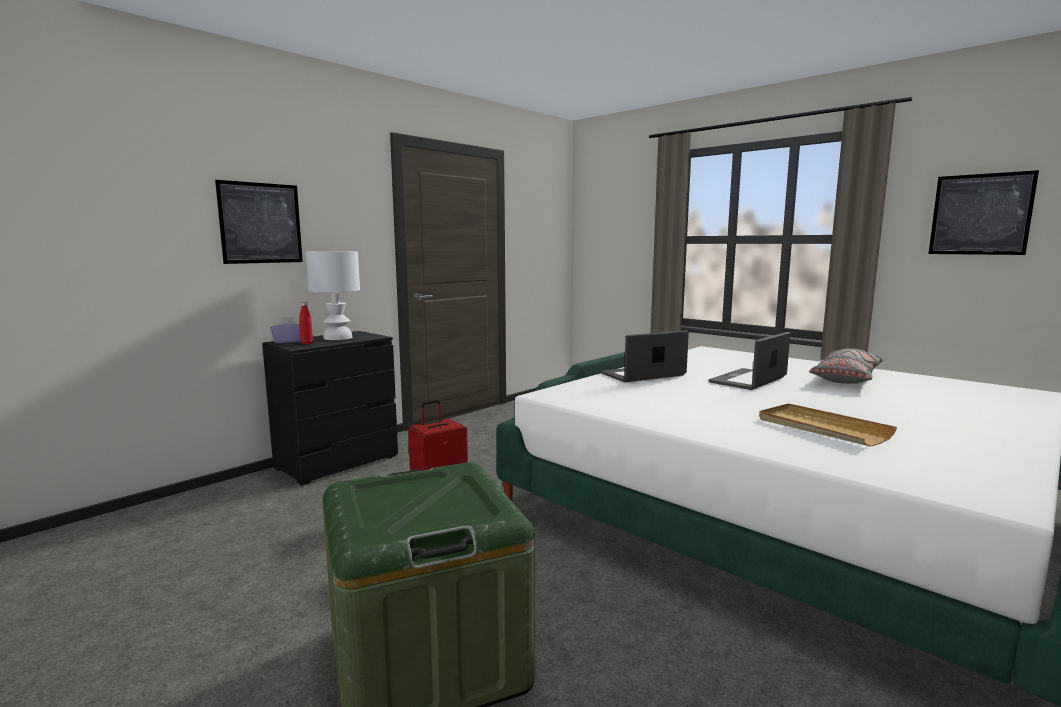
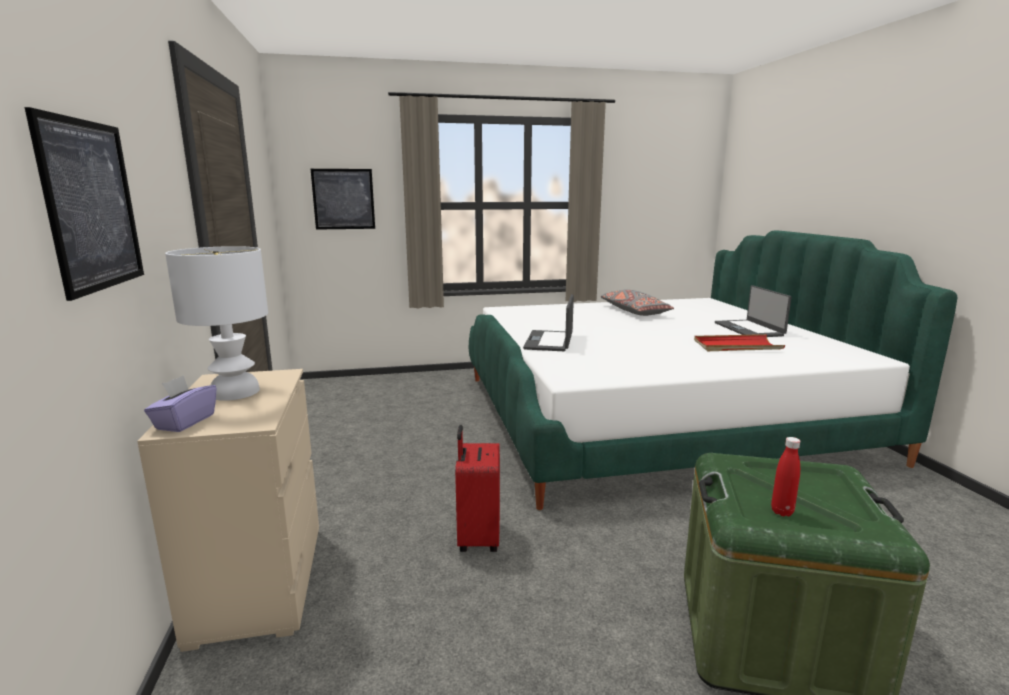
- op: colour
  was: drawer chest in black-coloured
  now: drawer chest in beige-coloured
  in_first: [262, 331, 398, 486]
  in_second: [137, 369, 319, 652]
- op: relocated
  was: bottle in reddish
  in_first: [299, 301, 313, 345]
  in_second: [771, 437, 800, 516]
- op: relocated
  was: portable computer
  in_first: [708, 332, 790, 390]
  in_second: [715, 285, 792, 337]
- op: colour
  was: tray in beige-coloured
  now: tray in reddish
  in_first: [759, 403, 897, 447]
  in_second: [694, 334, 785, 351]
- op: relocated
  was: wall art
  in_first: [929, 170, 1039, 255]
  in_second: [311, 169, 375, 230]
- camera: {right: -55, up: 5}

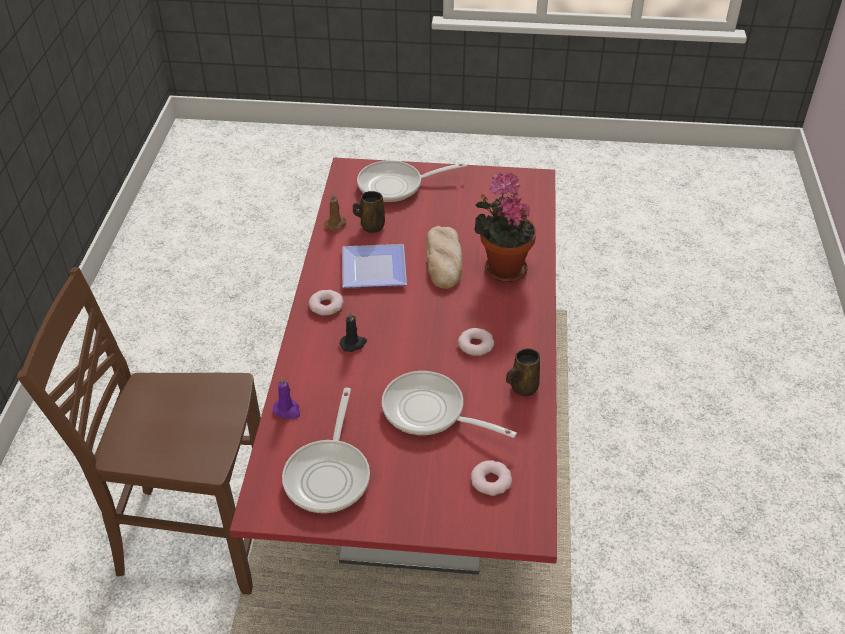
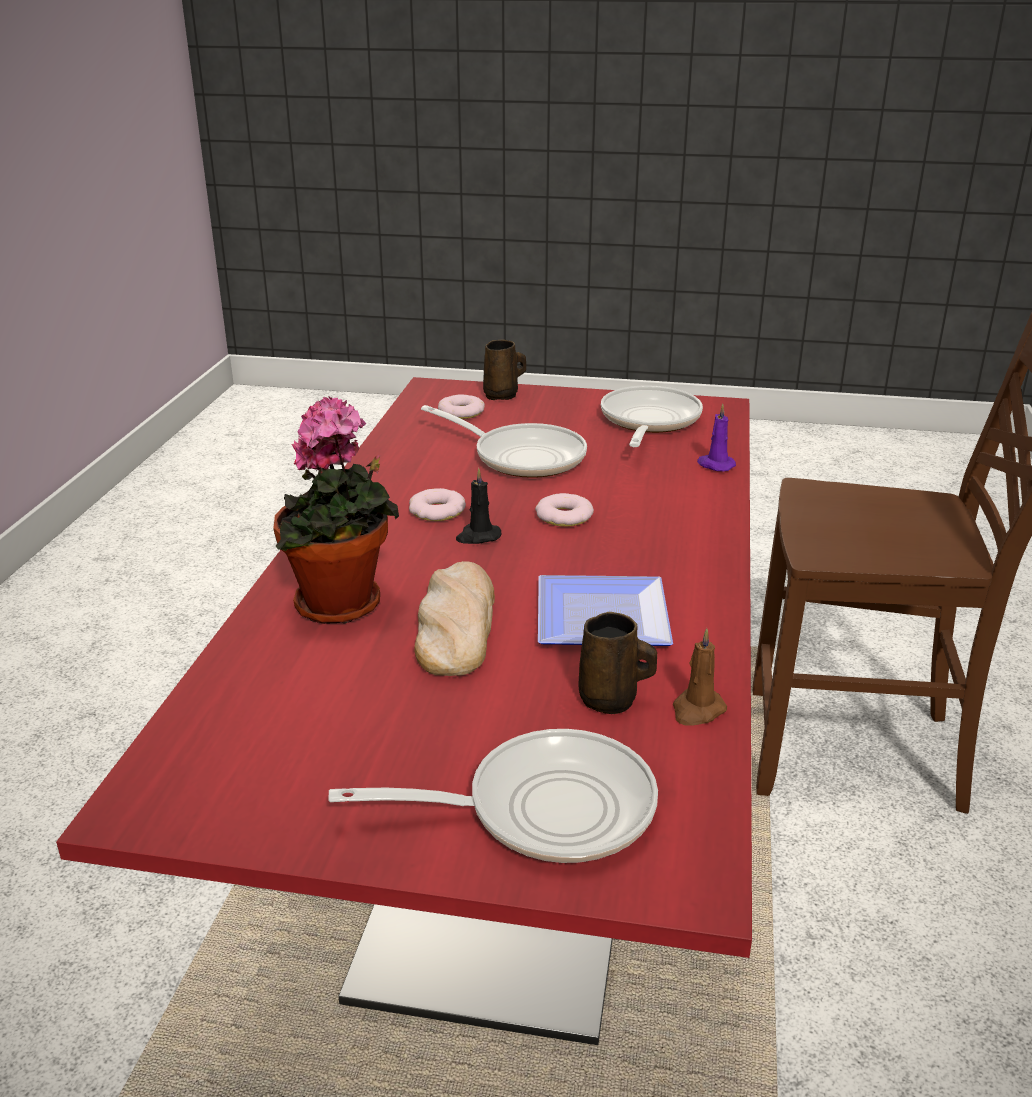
- op: relocated
  was: doughnut
  in_first: [309, 290, 344, 316]
  in_second: [535, 493, 594, 527]
- op: relocated
  was: candle in black-coloured
  in_first: [339, 311, 367, 352]
  in_second: [456, 468, 502, 544]
- op: relocated
  was: coffee mug in brown-coloured
  in_first: [506, 348, 540, 396]
  in_second: [483, 340, 526, 400]
- camera: {right: -175, up: -15}

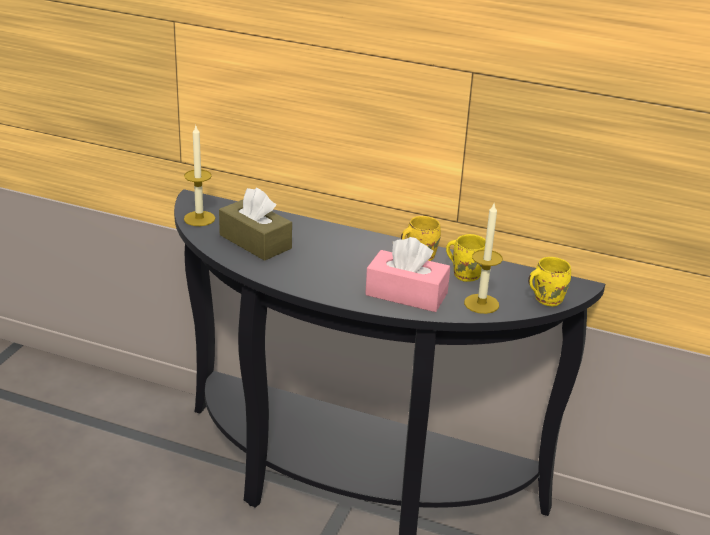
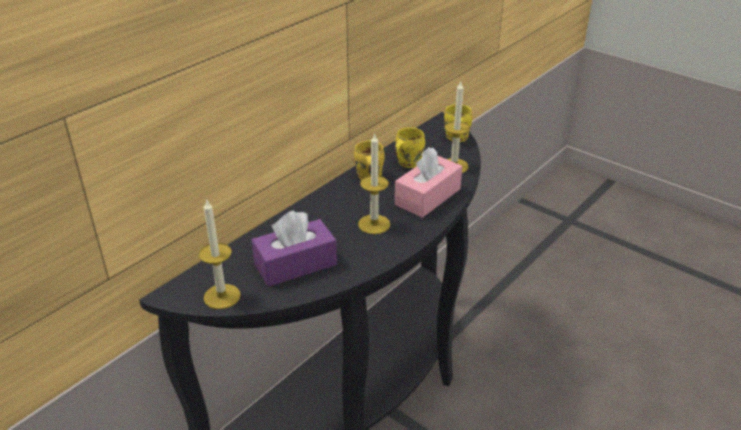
- op: colour
  was: tissue box in brown-coloured
  now: tissue box in purplish
  in_first: [219, 188, 292, 261]
  in_second: [252, 211, 337, 287]
- op: appeared
  now: candle
  in_second: [358, 132, 390, 234]
- camera: {right: -70, up: 5}

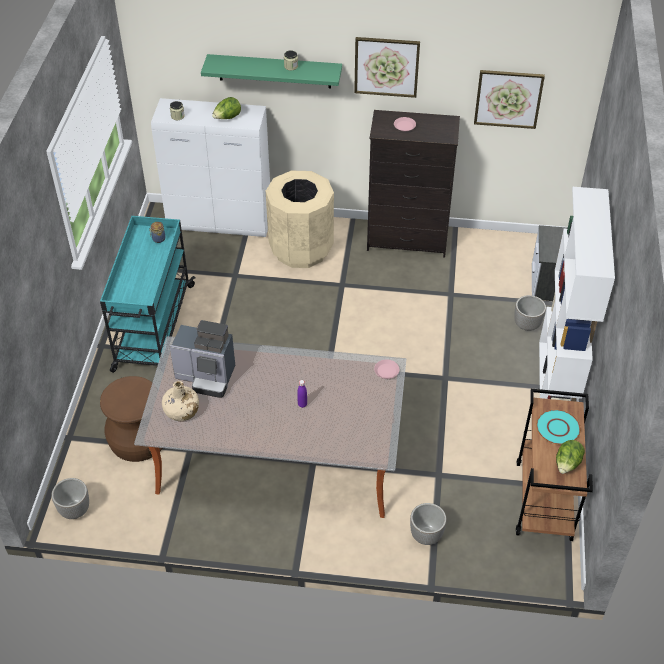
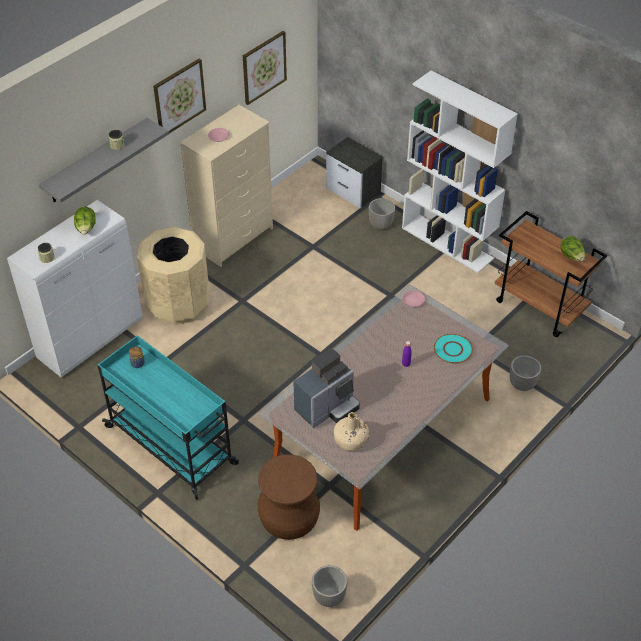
- op: colour
  was: bracket shelf in green
  now: bracket shelf in greyish
  in_first: [201, 54, 342, 88]
  in_second: [39, 118, 169, 203]
- op: colour
  was: drawer chest in black-coloured
  now: drawer chest in beige-coloured
  in_first: [367, 110, 460, 258]
  in_second: [180, 105, 273, 267]
- op: relocated
  was: dinner plate in turquoise
  in_first: [536, 410, 581, 445]
  in_second: [434, 334, 473, 363]
- camera: {right: -55, up: 0}

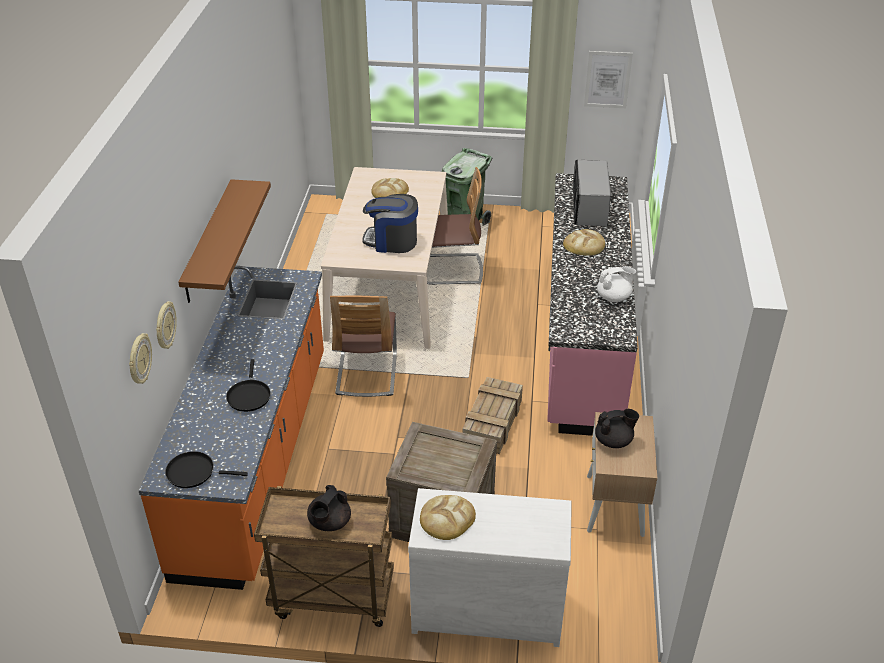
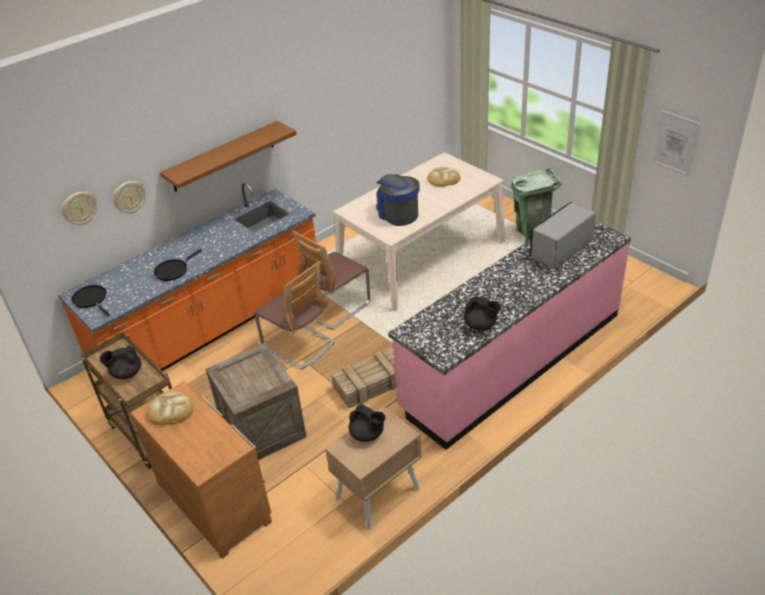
- op: colour
  was: drawer chest in white-coloured
  now: drawer chest in brown-coloured
  in_first: [408, 488, 572, 647]
  in_second: [130, 381, 272, 559]
- op: relocated
  was: chair
  in_first: [427, 167, 483, 285]
  in_second: [254, 261, 335, 370]
- op: missing
  was: baked bread
  in_first: [563, 229, 605, 256]
- op: colour
  was: teapot in white-coloured
  now: teapot in black-coloured
  in_first: [597, 266, 636, 302]
  in_second: [464, 296, 501, 330]
- camera: {right: 45, up: 0}

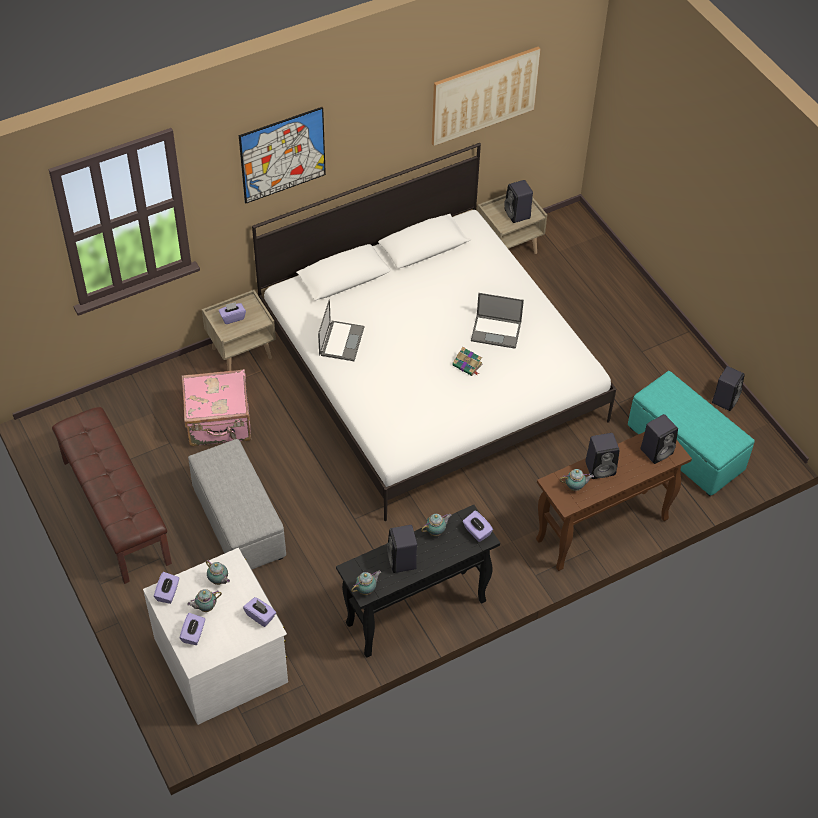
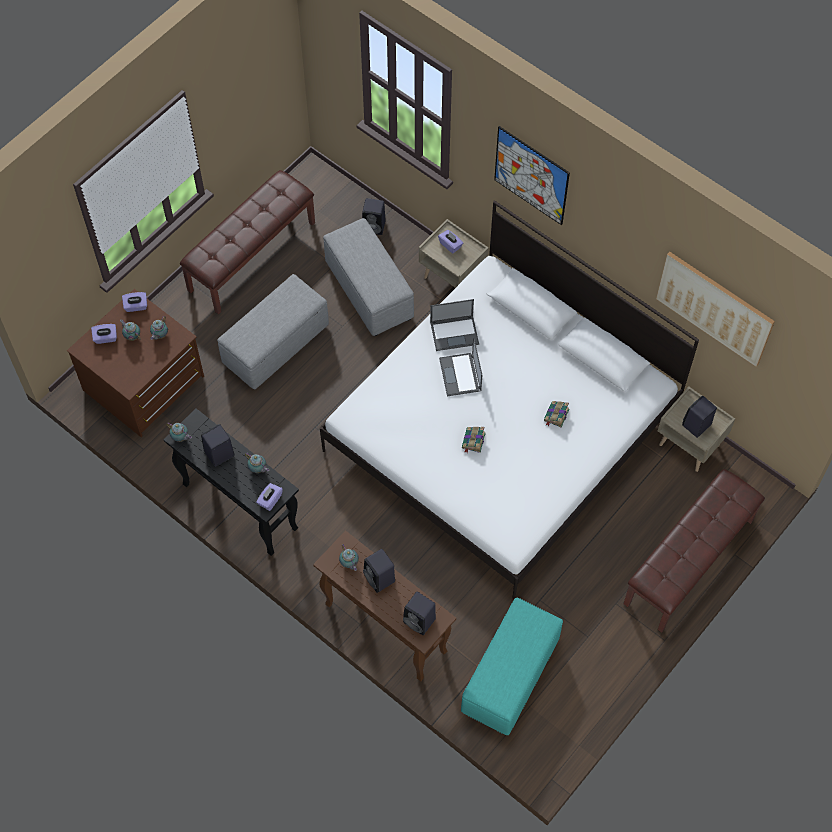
- op: colour
  was: drawer chest in white-coloured
  now: drawer chest in brown-coloured
  in_first: [143, 548, 288, 725]
  in_second: [67, 289, 204, 437]
- op: exchanged
  was: travel case in pinkish
  now: pouffe in greyish
  in_first: [182, 369, 251, 447]
  in_second: [323, 218, 414, 337]
- op: missing
  was: tissue box in purplish
  in_first: [243, 597, 276, 627]
- op: relocated
  was: portable computer
  in_first: [471, 293, 524, 349]
  in_second: [439, 337, 482, 396]
- op: relocated
  was: speaker in black-coloured
  in_first: [712, 366, 745, 411]
  in_second: [362, 198, 386, 235]
- op: appeared
  now: book
  in_second: [544, 401, 570, 428]
- op: appeared
  now: long seat in brown-coloured
  in_second: [624, 469, 765, 633]
- camera: {right: 70, up: 10}

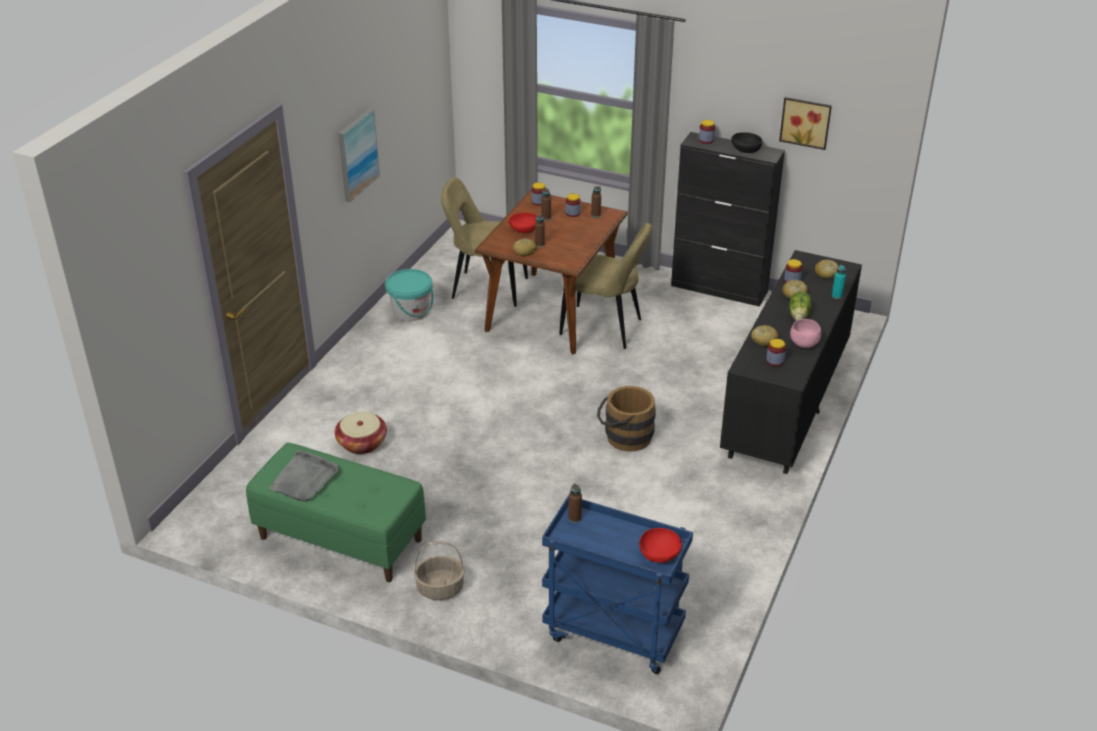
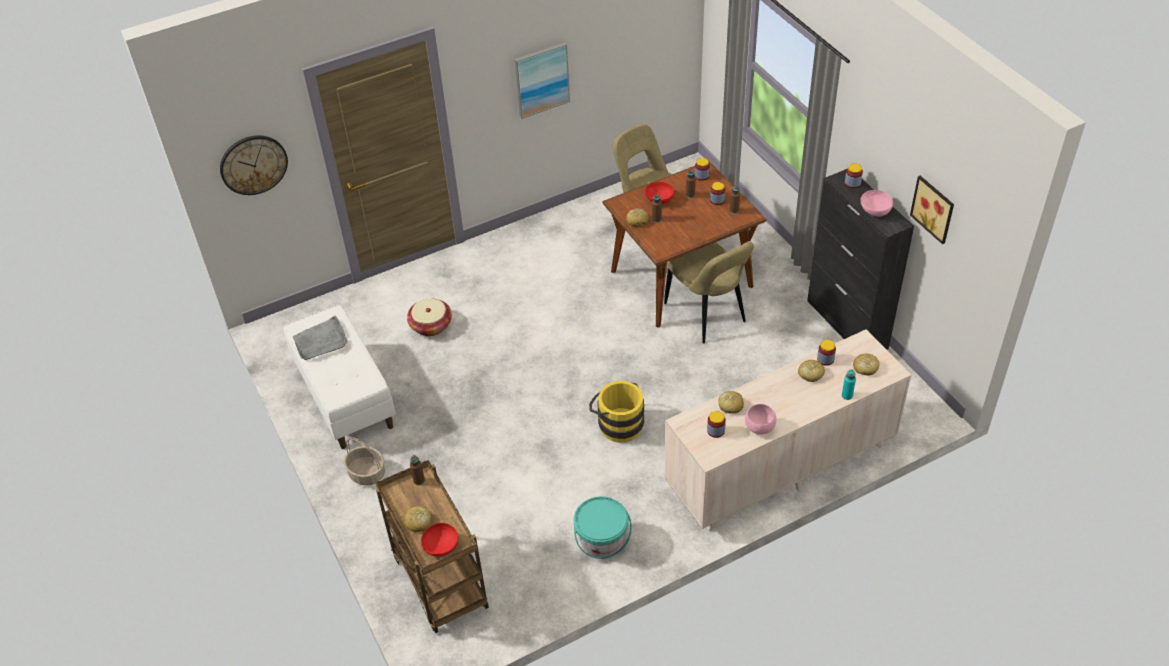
- op: colour
  was: long seat in green
  now: long seat in white-coloured
  in_first: [246, 443, 426, 582]
  in_second: [284, 305, 396, 449]
- op: relocated
  was: pail in turquoise
  in_first: [385, 269, 434, 321]
  in_second: [574, 496, 632, 559]
- op: colour
  was: wheeled cart in blue-coloured
  now: wheeled cart in brown-coloured
  in_first: [542, 495, 693, 674]
  in_second: [376, 460, 489, 633]
- op: colour
  was: pail in brown-coloured
  now: pail in yellow-coloured
  in_first: [597, 386, 656, 451]
  in_second: [589, 381, 644, 443]
- op: colour
  was: drawer chest in black-coloured
  now: drawer chest in beige-coloured
  in_first: [720, 250, 862, 474]
  in_second: [665, 329, 911, 531]
- op: colour
  was: deep dish in black-coloured
  now: deep dish in pinkish
  in_first: [731, 132, 762, 153]
  in_second: [860, 190, 893, 217]
- op: missing
  was: head of lettuce
  in_first: [789, 292, 811, 321]
- op: appeared
  now: clock on the wall
  in_second: [220, 135, 288, 195]
- op: appeared
  now: baked bread
  in_second: [405, 506, 431, 532]
- camera: {right: 40, up: 10}

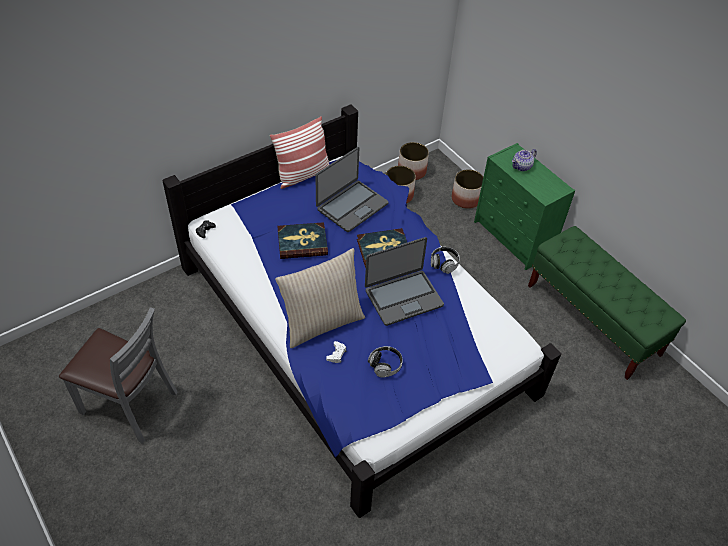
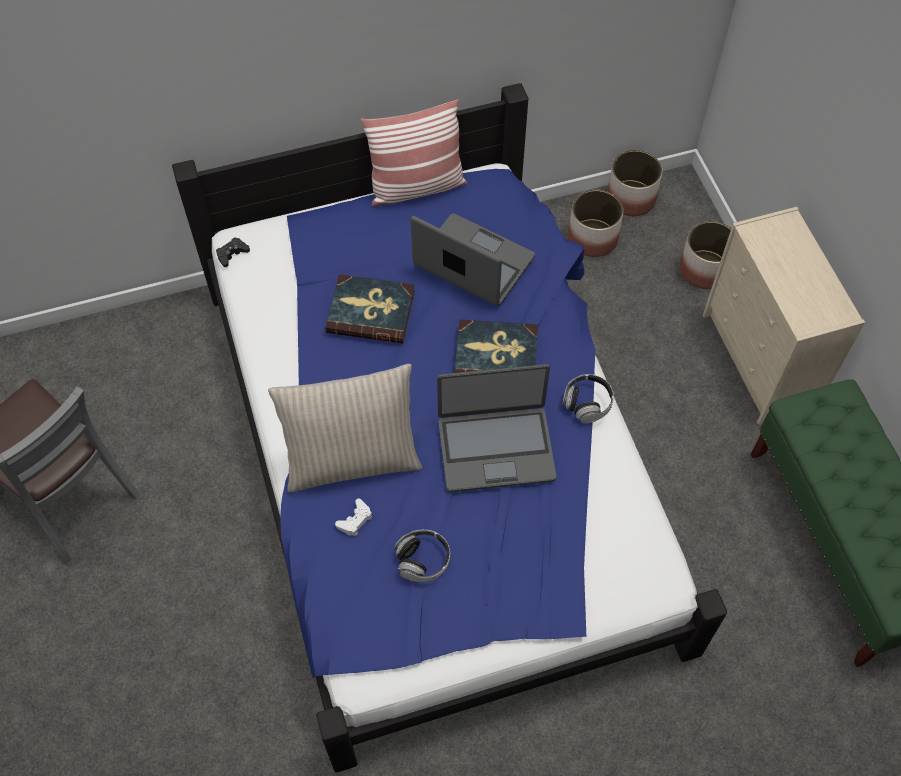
- op: spun
  was: portable computer
  in_first: [315, 147, 388, 232]
  in_second: [411, 213, 535, 306]
  clockwise: -120
- op: colour
  was: drawer chest in green
  now: drawer chest in beige-coloured
  in_first: [474, 143, 575, 270]
  in_second: [703, 207, 865, 425]
- op: missing
  was: teapot
  in_first: [512, 149, 537, 171]
- camera: {right: 20, up: 10}

